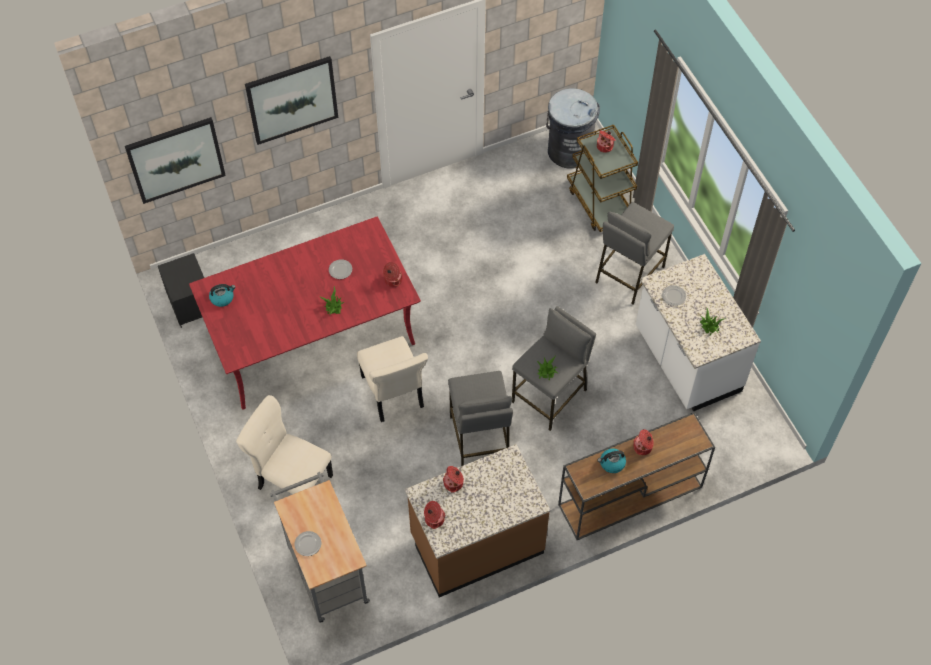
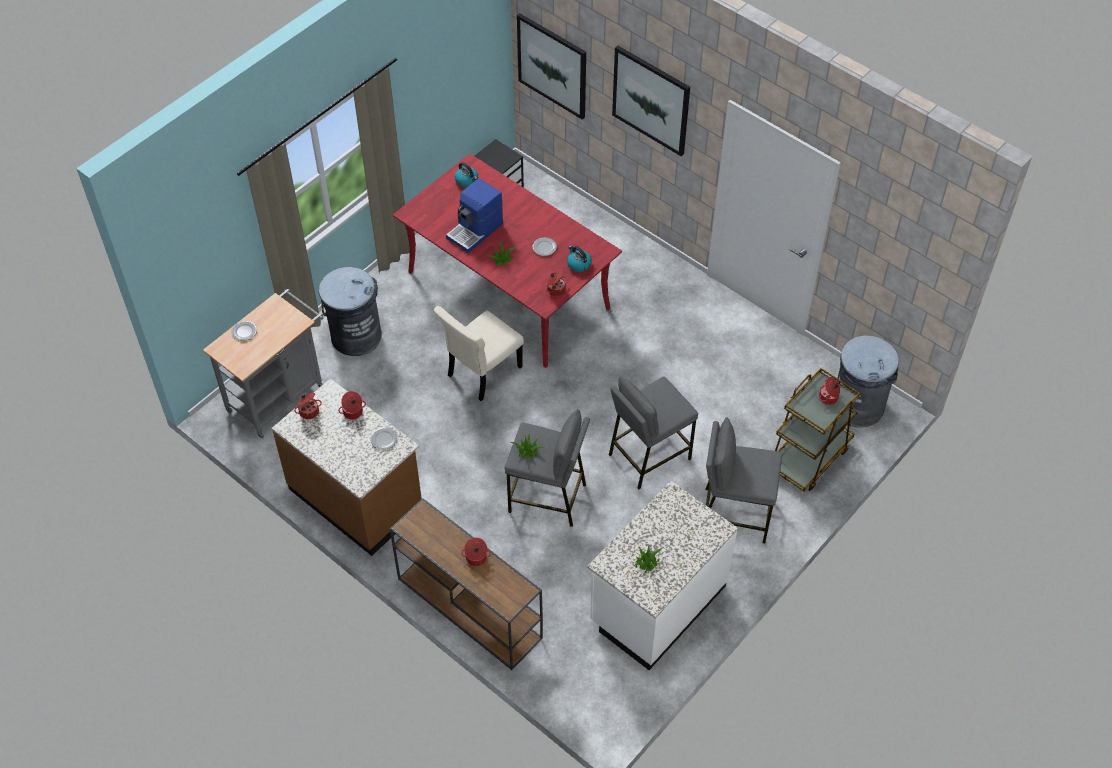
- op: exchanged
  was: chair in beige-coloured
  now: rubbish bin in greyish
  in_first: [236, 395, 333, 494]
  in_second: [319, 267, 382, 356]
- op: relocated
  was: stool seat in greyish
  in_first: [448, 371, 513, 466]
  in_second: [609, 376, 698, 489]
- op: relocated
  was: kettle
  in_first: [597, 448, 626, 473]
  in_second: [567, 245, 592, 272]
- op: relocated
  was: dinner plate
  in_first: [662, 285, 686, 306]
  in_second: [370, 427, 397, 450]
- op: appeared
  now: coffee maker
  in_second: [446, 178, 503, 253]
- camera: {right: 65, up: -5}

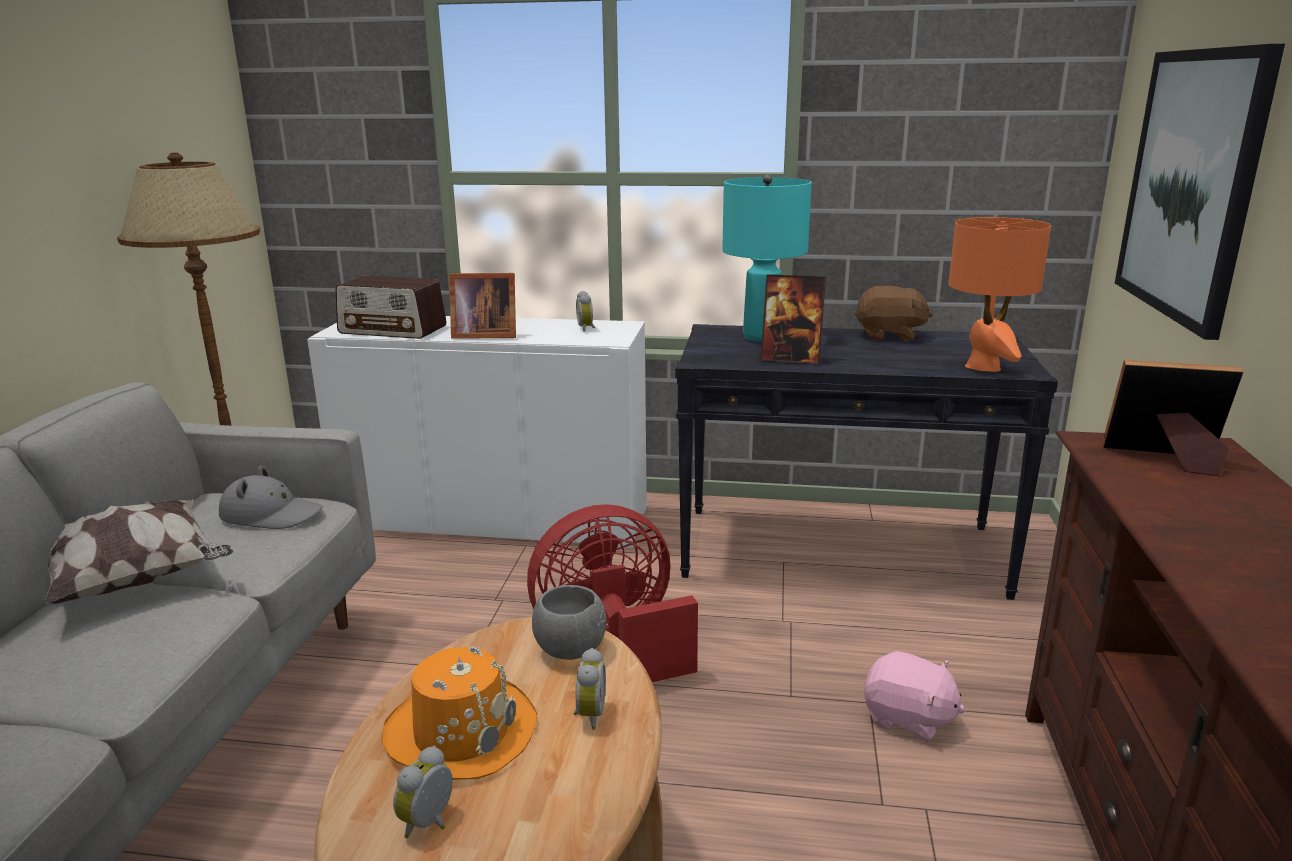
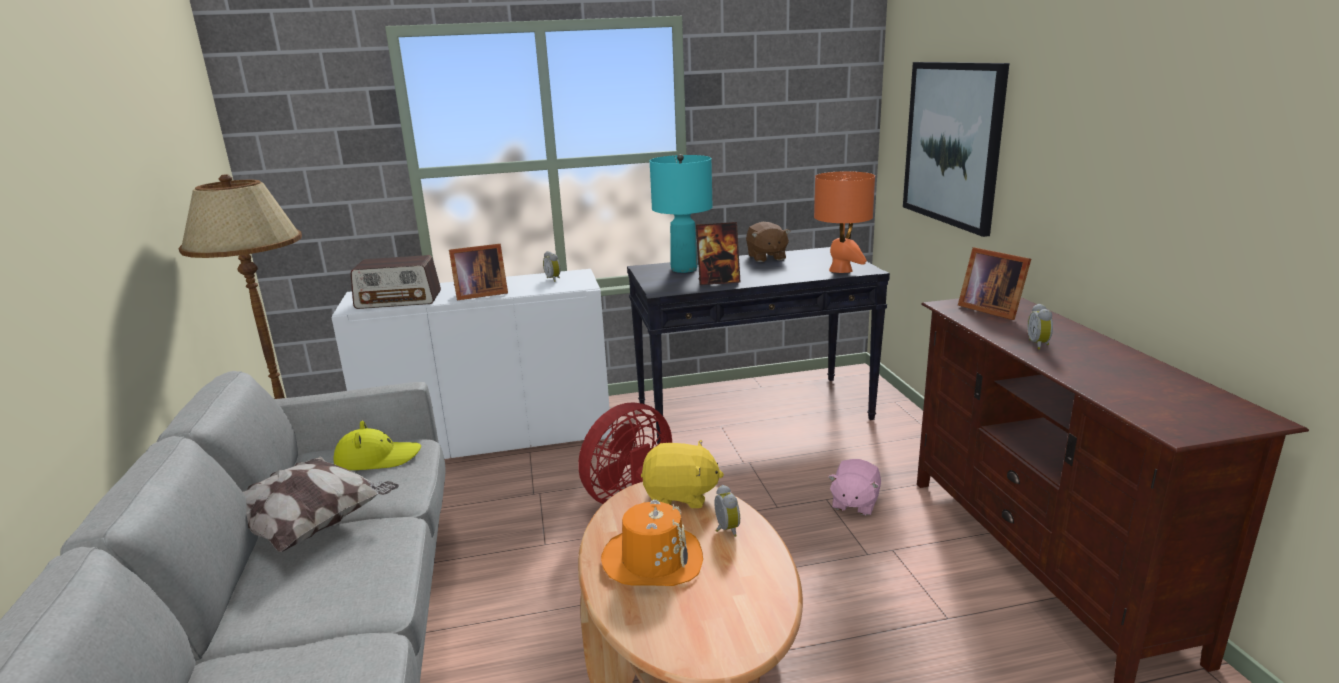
- op: colour
  was: wearable hat in greyish
  now: wearable hat in yellow-coloured
  in_first: [219, 465, 323, 529]
  in_second: [334, 421, 421, 470]
- op: relocated
  was: alarm clock
  in_first: [393, 746, 453, 838]
  in_second: [1027, 303, 1053, 350]
- op: exchanged
  was: deep dish in greyish
  now: plush toy in yellow-coloured
  in_first: [532, 585, 606, 660]
  in_second: [641, 440, 724, 508]
- op: spun
  was: plush toy in brown-coloured
  in_first: [855, 286, 933, 341]
  in_second: [746, 222, 791, 262]
  clockwise: 90
- op: spun
  was: plush toy in pinkish
  in_first: [864, 651, 966, 742]
  in_second: [828, 459, 881, 516]
  clockwise: 105
- op: spun
  was: photo frame
  in_first: [1102, 360, 1243, 476]
  in_second: [958, 247, 1031, 320]
  clockwise: -120
- camera: {right: -20, up: 0}

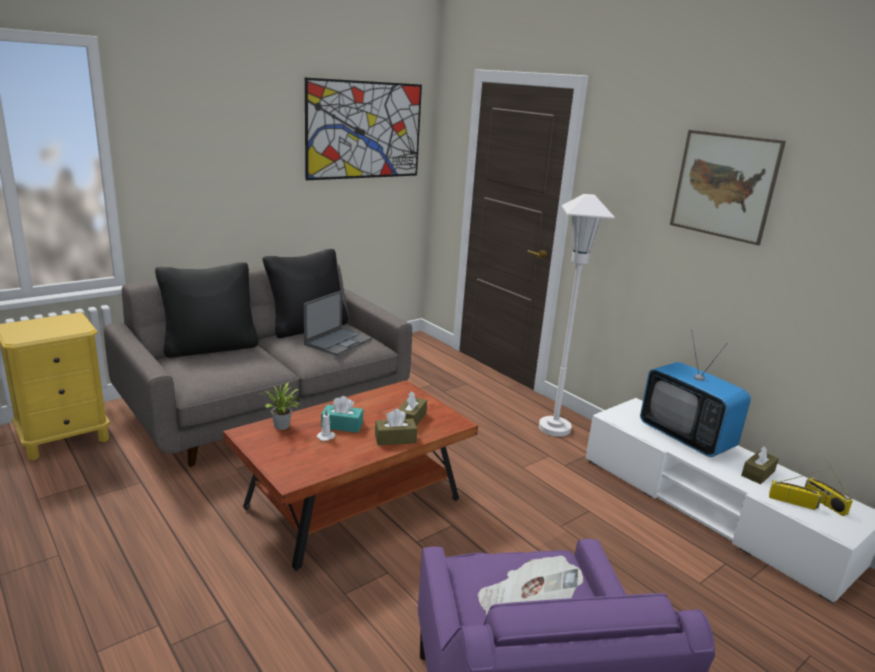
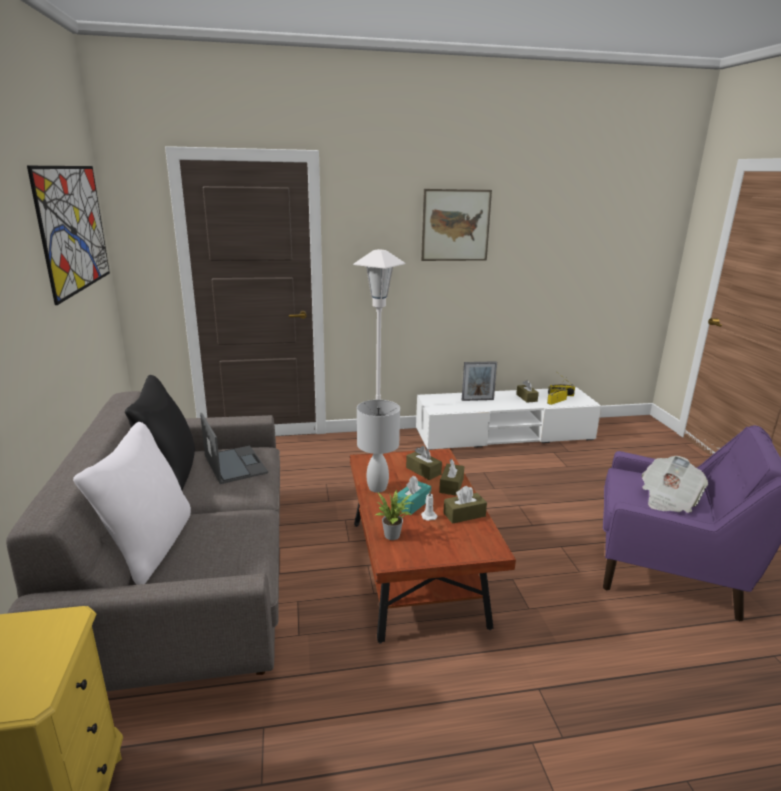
- op: colour
  was: pillow in black-coloured
  now: pillow in white-coloured
  in_first: [155, 262, 258, 358]
  in_second: [73, 422, 191, 585]
- op: exchanged
  was: television
  now: photo frame
  in_first: [640, 330, 751, 457]
  in_second: [462, 361, 497, 401]
- op: appeared
  now: lamp for a table in white-coloured
  in_second: [357, 400, 400, 493]
- op: appeared
  now: tissue box in brown-coloured
  in_second: [443, 486, 487, 524]
- camera: {right: -60, up: 0}

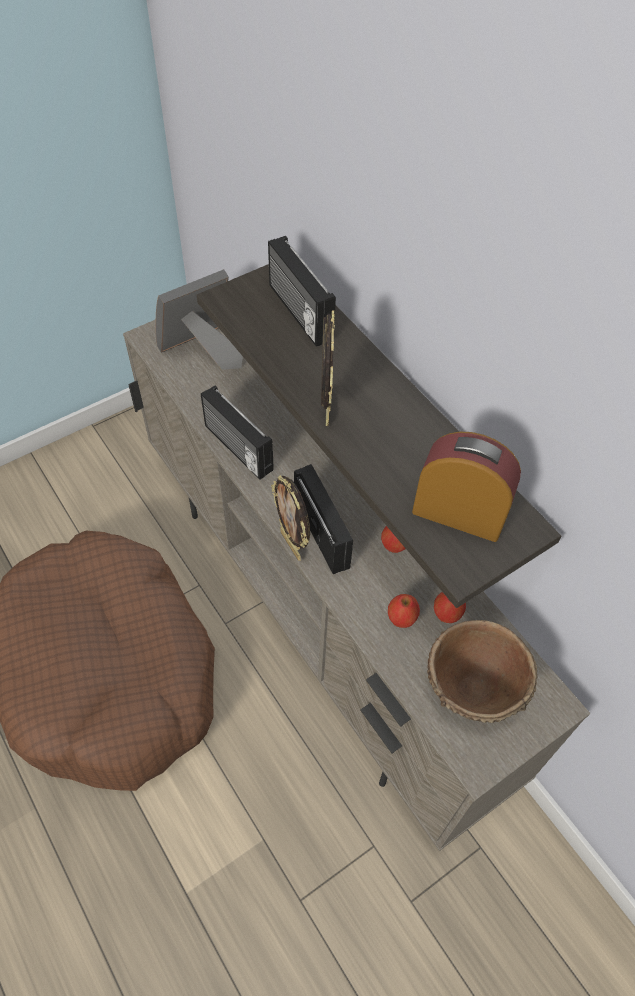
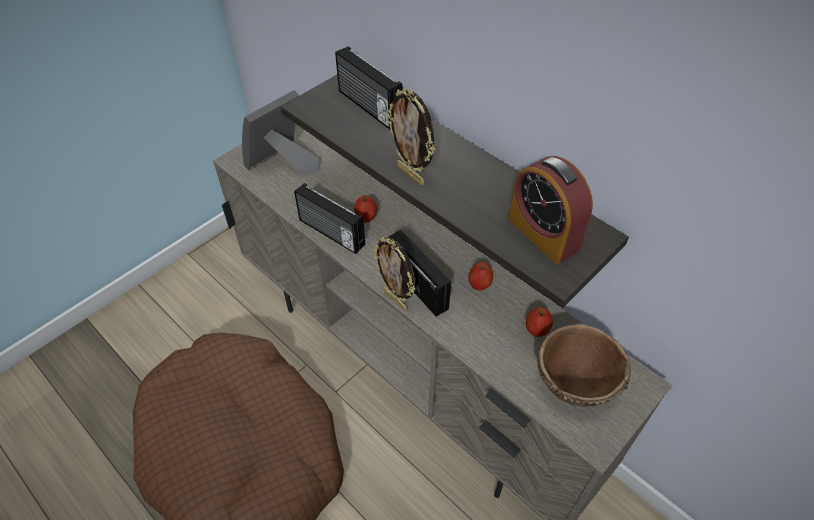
- op: spun
  was: photo frame
  in_first: [321, 311, 335, 426]
  in_second: [386, 88, 435, 185]
  clockwise: 150
- op: relocated
  was: whole apple
  in_first: [388, 594, 420, 628]
  in_second: [354, 195, 377, 223]
- op: spun
  was: alarm clock
  in_first: [412, 432, 521, 542]
  in_second: [508, 156, 593, 264]
  clockwise: -135
- camera: {right: -10, up: -5}

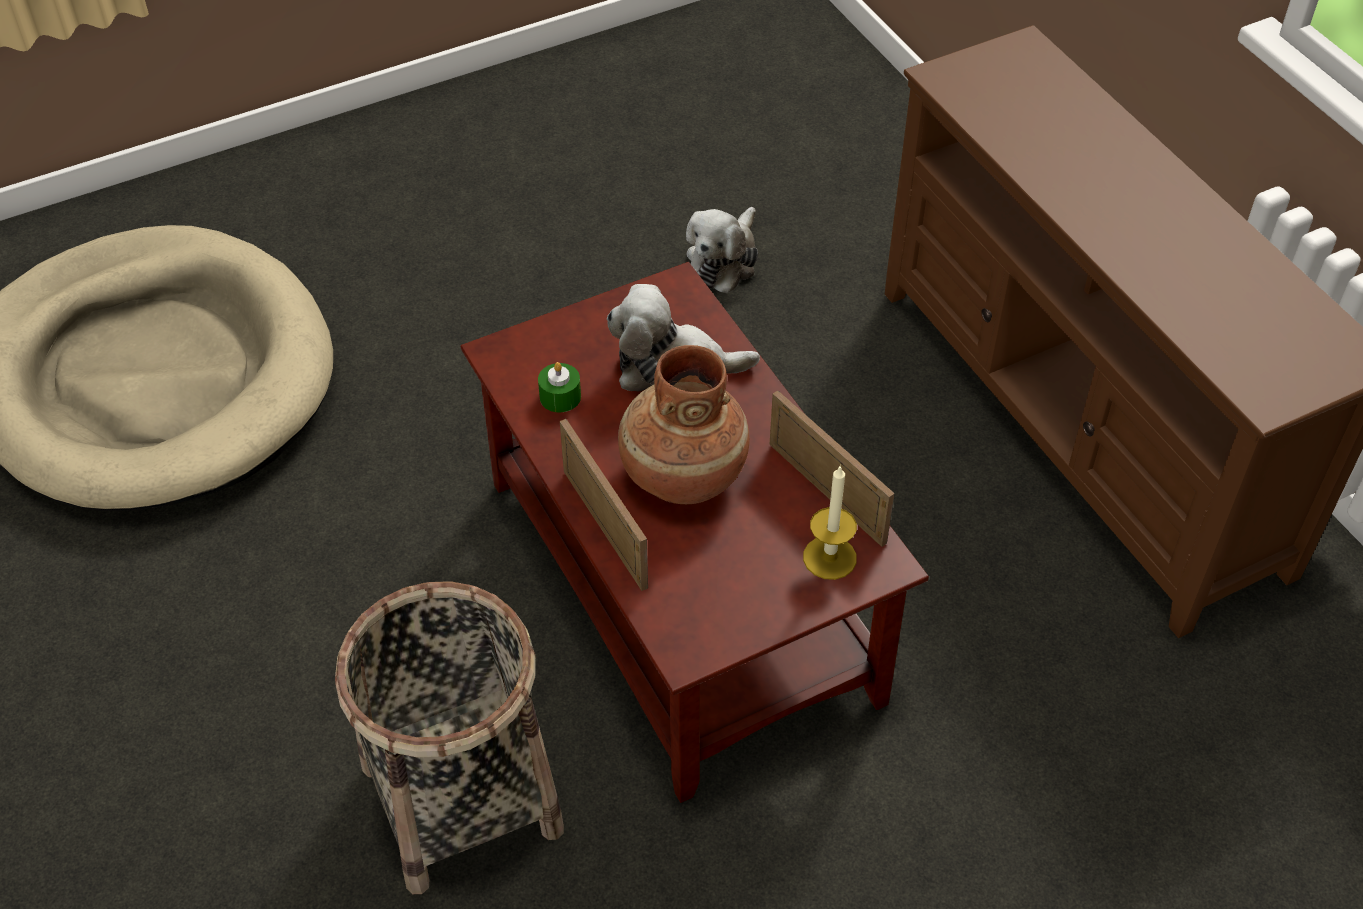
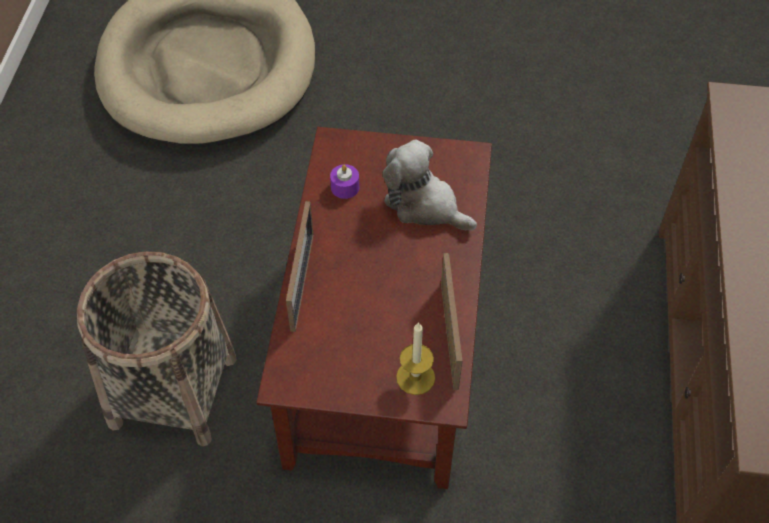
- op: colour
  was: candle in green
  now: candle in purplish
  in_first: [538, 362, 581, 413]
  in_second: [330, 164, 359, 199]
- op: missing
  was: decorative vase in brown-coloured
  in_first: [618, 345, 750, 504]
- op: missing
  was: plush toy
  in_first: [686, 207, 758, 294]
- camera: {right: 35, up: 5}

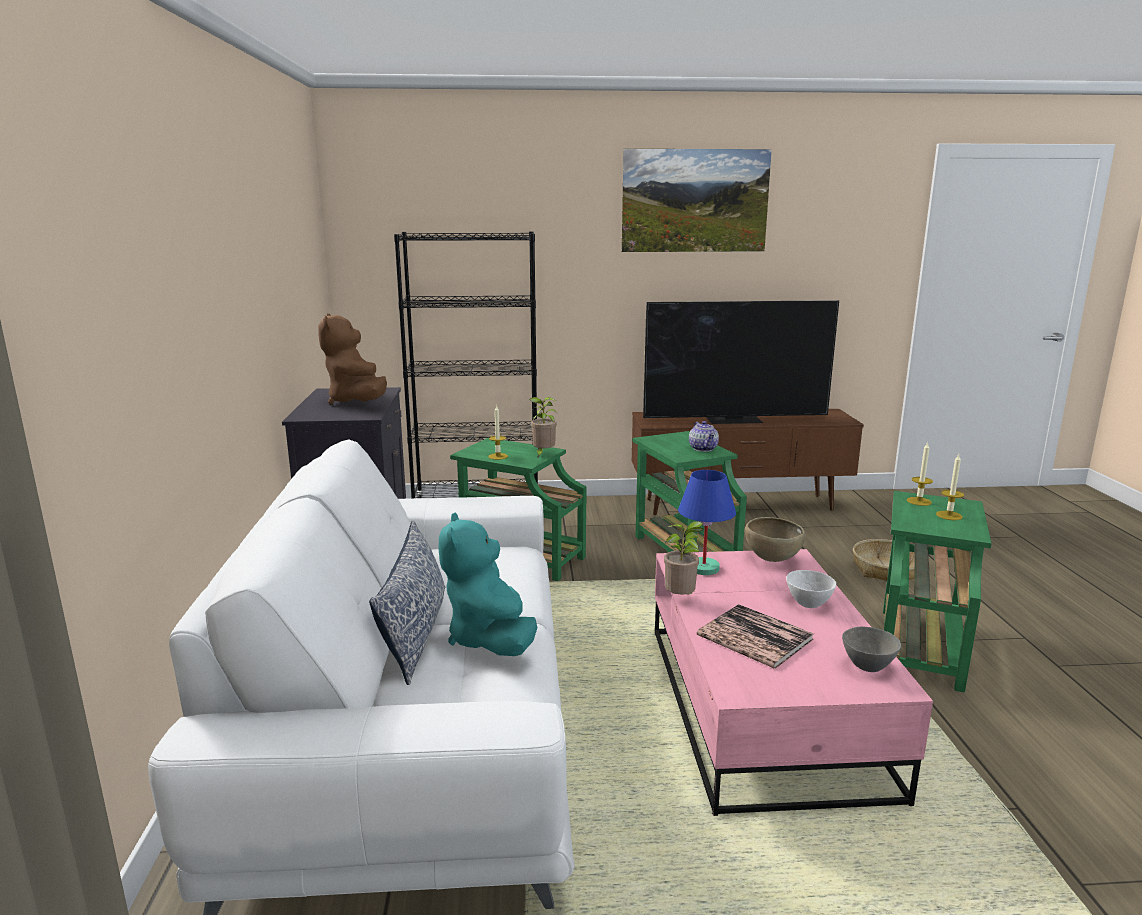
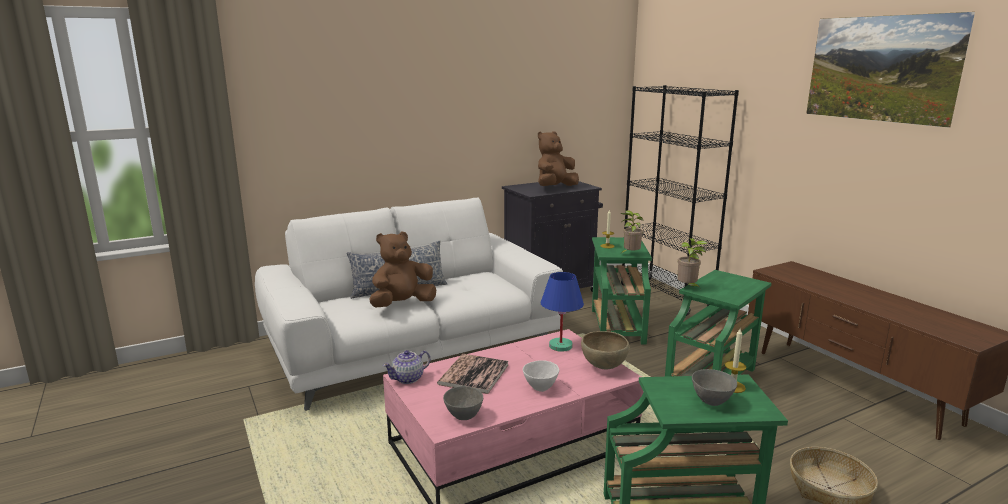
- op: colour
  was: plush toy in turquoise
  now: plush toy in brown-coloured
  in_first: [438, 512, 537, 656]
  in_second: [370, 231, 436, 307]
- op: missing
  was: television
  in_first: [643, 300, 839, 424]
- op: relocated
  was: plant in a pot
  in_first: [664, 521, 703, 595]
  in_second: [678, 238, 708, 289]
- op: relocated
  was: teapot
  in_first: [689, 421, 719, 452]
  in_second: [383, 350, 430, 384]
- op: exchanged
  was: candle
  now: deep dish in greyish
  in_first: [936, 454, 964, 520]
  in_second: [692, 369, 737, 406]
- camera: {right: 65, up: 0}

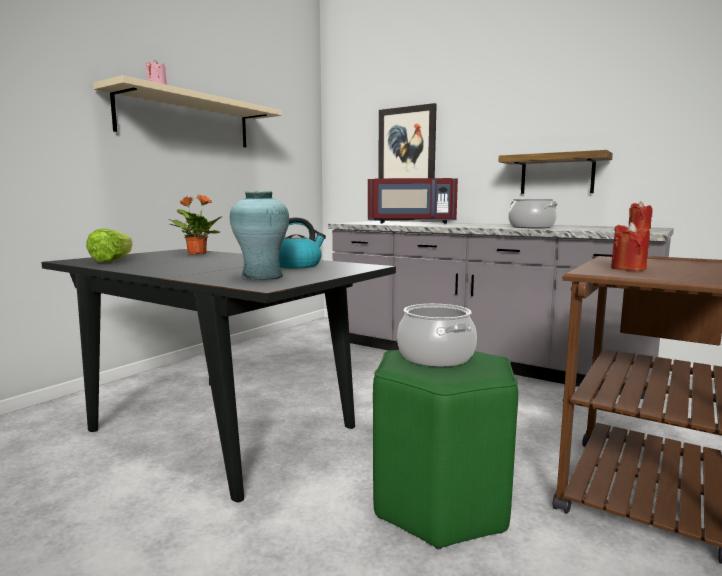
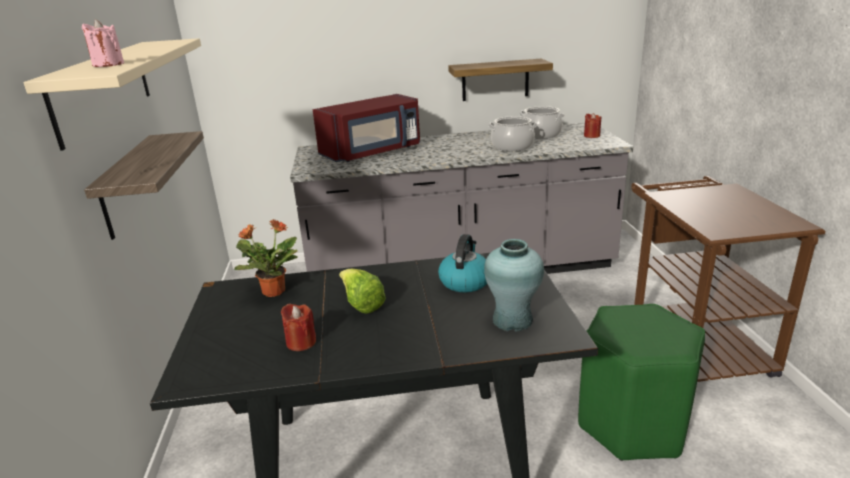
- op: relocated
  was: head of lettuce
  in_first: [86, 228, 132, 262]
  in_second: [339, 269, 386, 314]
- op: missing
  was: wall art
  in_first: [378, 103, 437, 178]
- op: relocated
  was: cooking pot
  in_first: [397, 304, 477, 367]
  in_second: [519, 106, 565, 139]
- op: relocated
  was: candle in reddish
  in_first: [611, 222, 650, 271]
  in_second: [281, 304, 316, 351]
- op: appeared
  now: bracket shelf
  in_second: [84, 131, 204, 240]
- camera: {right: -40, up: 15}

